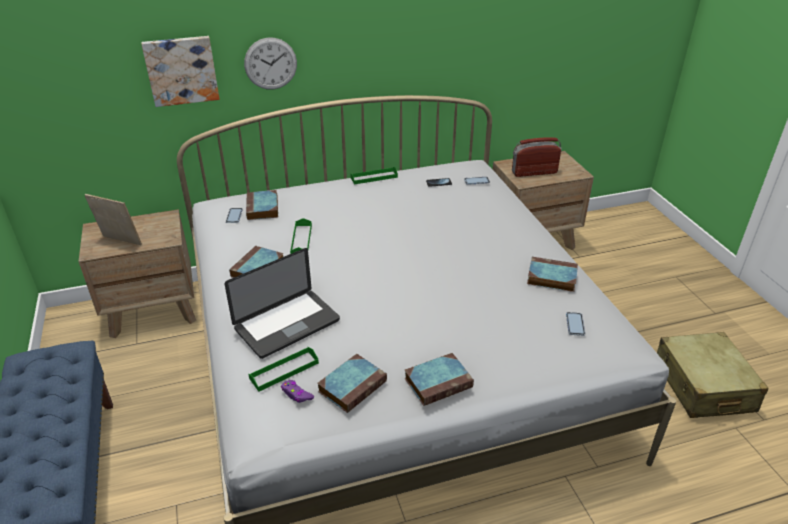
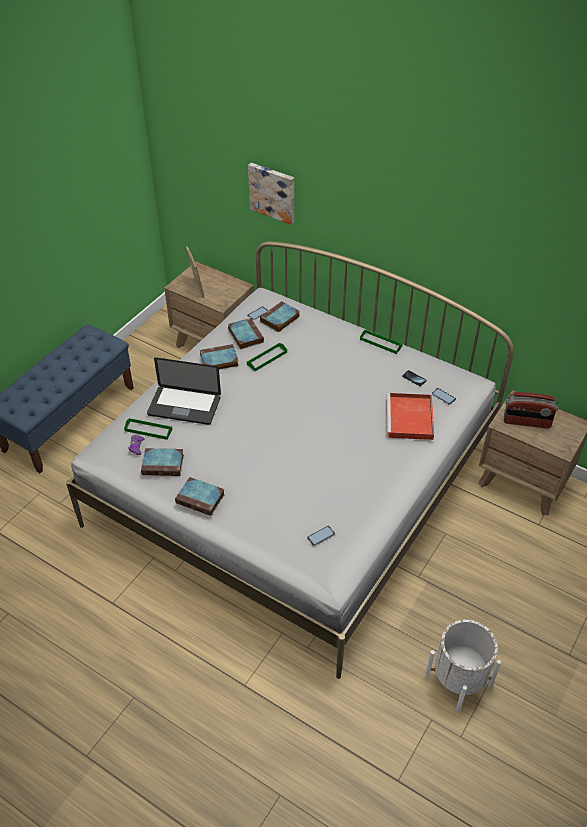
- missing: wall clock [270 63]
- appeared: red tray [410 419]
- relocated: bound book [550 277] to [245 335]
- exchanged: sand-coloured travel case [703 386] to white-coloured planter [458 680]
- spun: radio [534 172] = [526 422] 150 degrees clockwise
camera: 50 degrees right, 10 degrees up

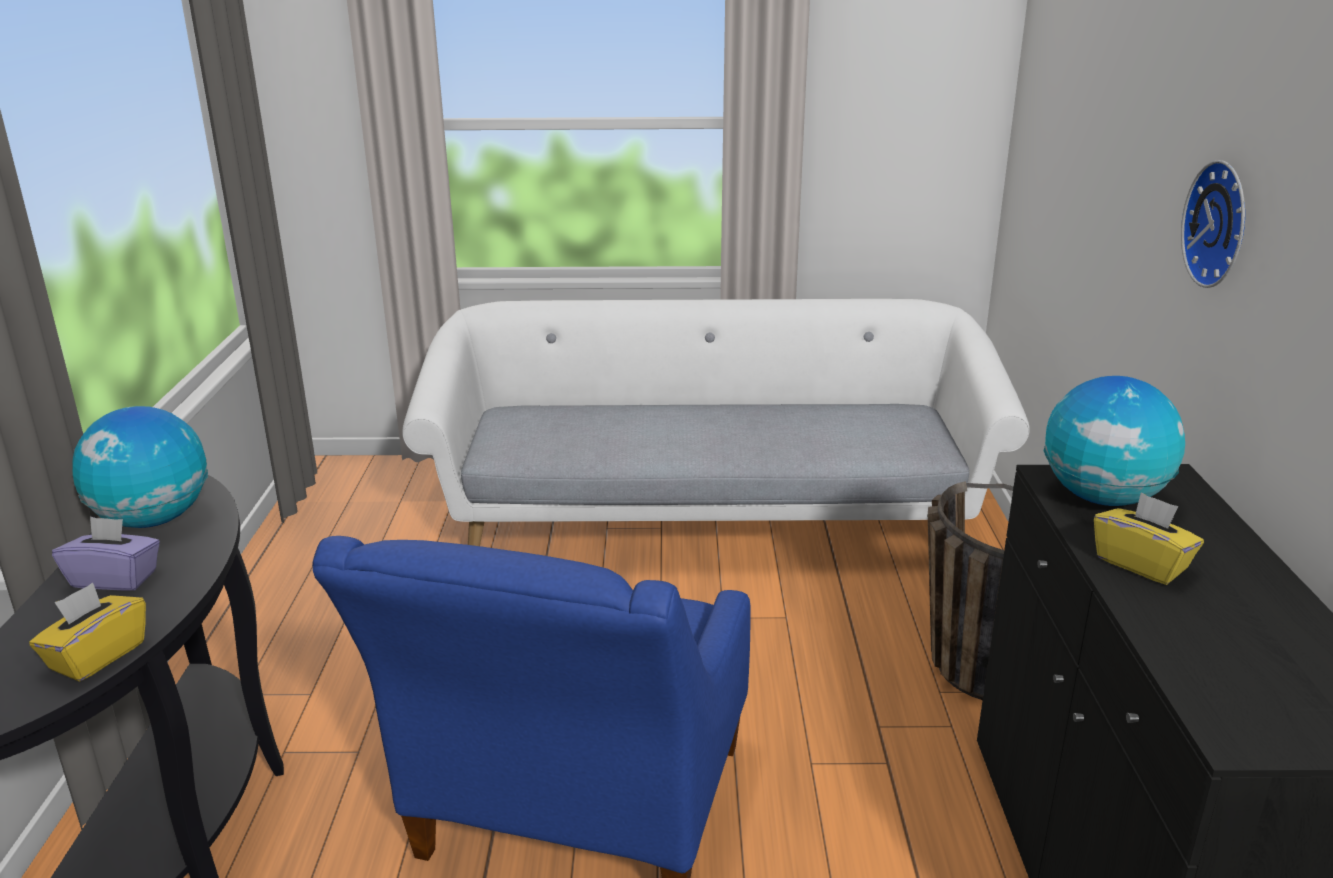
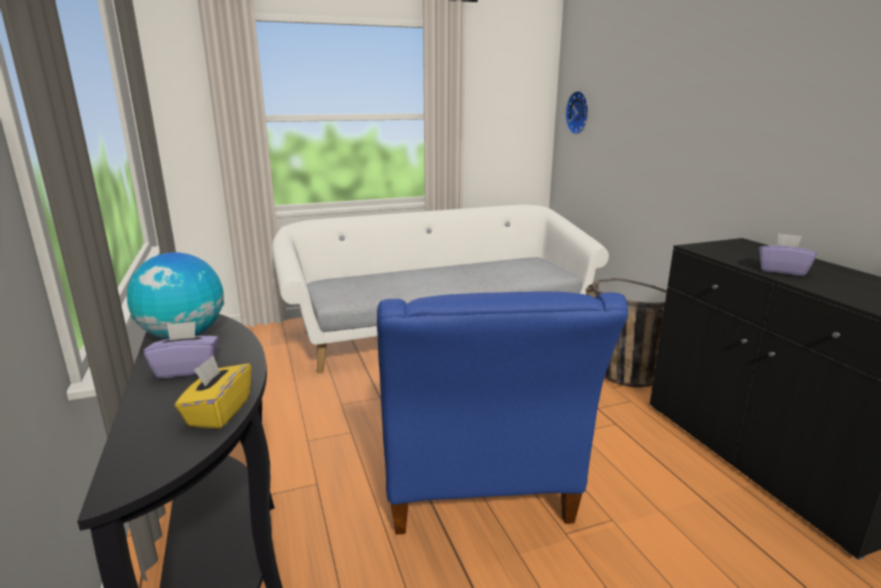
- missing: globe [1103 498]
- relocated: wall clock [1222 224] to [579 112]
- colour: yellowish box of tissues [1141 564] to purplish box of tissues [782 270]
camera: 20 degrees left, 5 degrees down

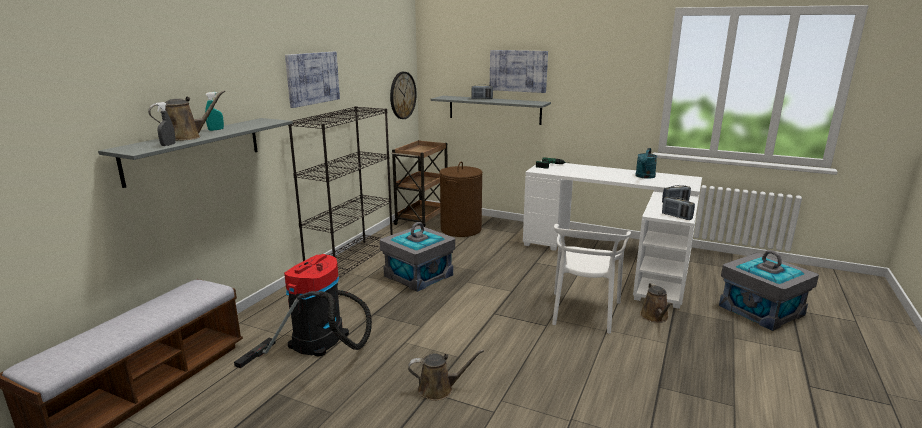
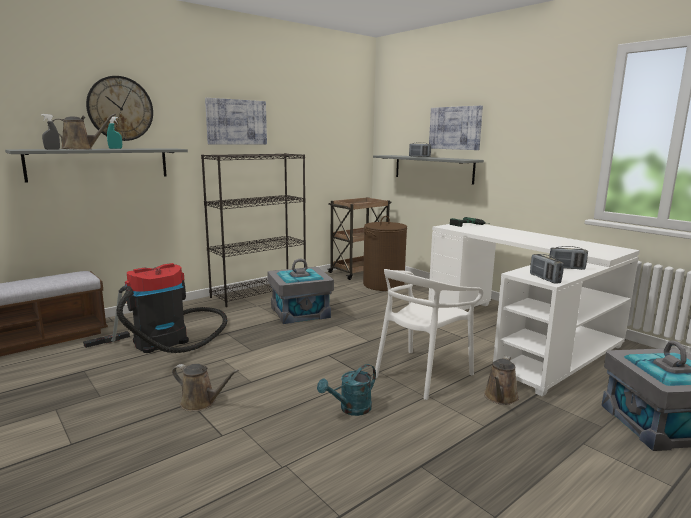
- relocated: wall clock [402 95] to [120 108]
- relocated: turquoise watering pot [644 177] to [351 409]
camera: 25 degrees right, 5 degrees down

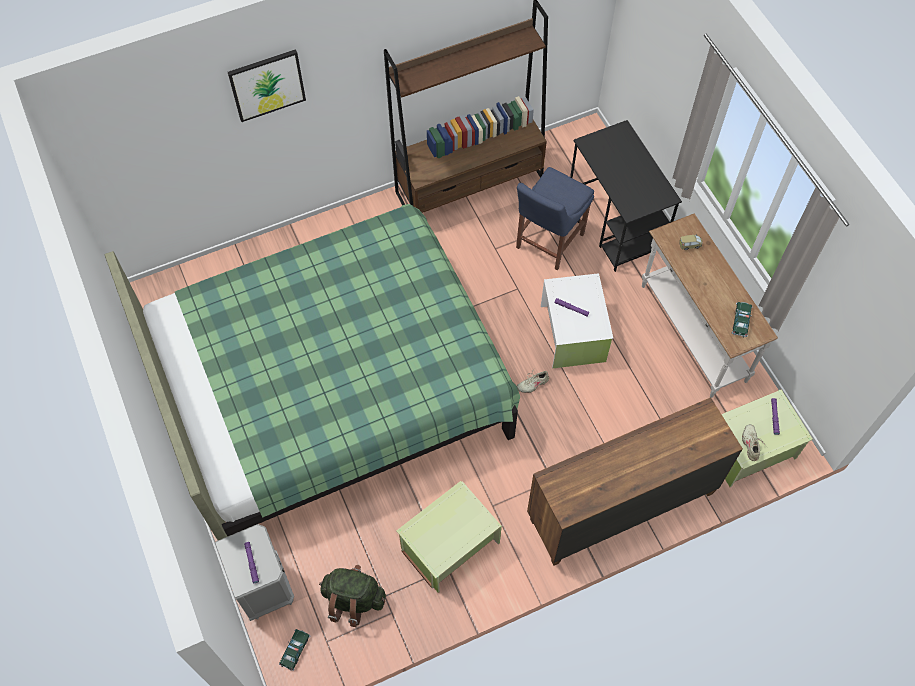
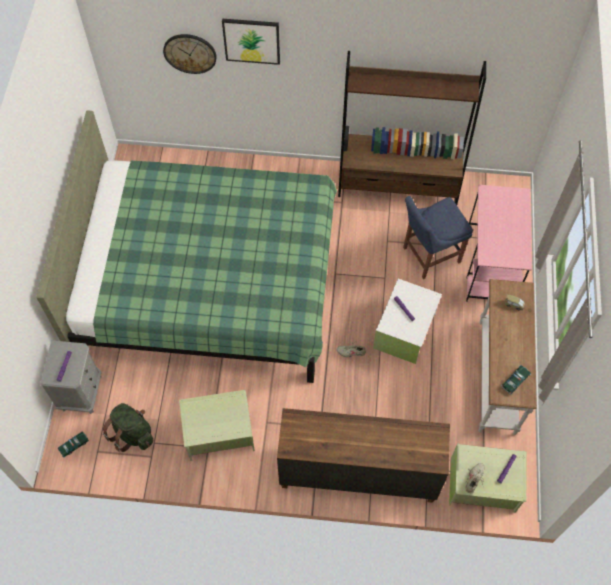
- appeared: wall clock [190 53]
- colour: blackish desk table [615 223] to pink-coloured desk table [490 266]
camera: 30 degrees right, 0 degrees up

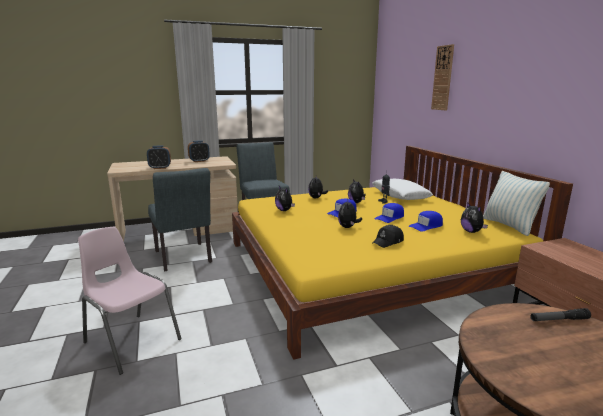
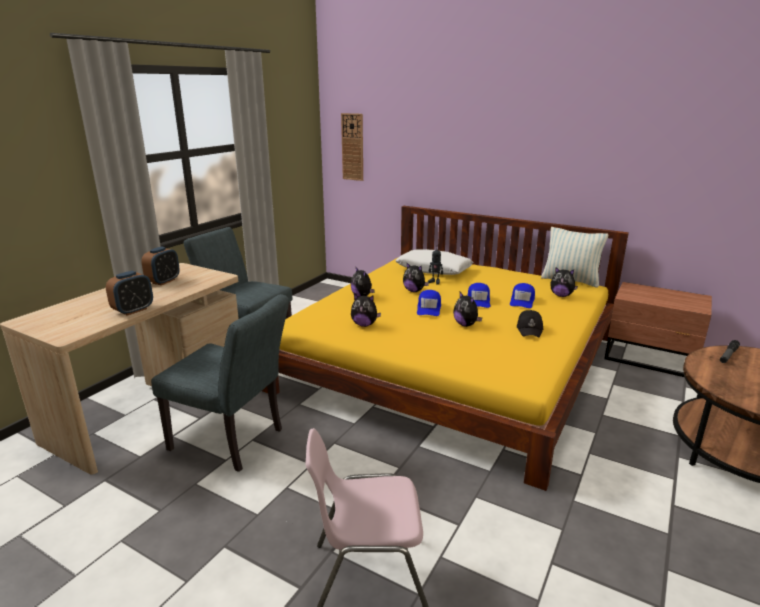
- relocated: wall clock [442 78] to [352 147]
camera: 40 degrees left, 5 degrees up

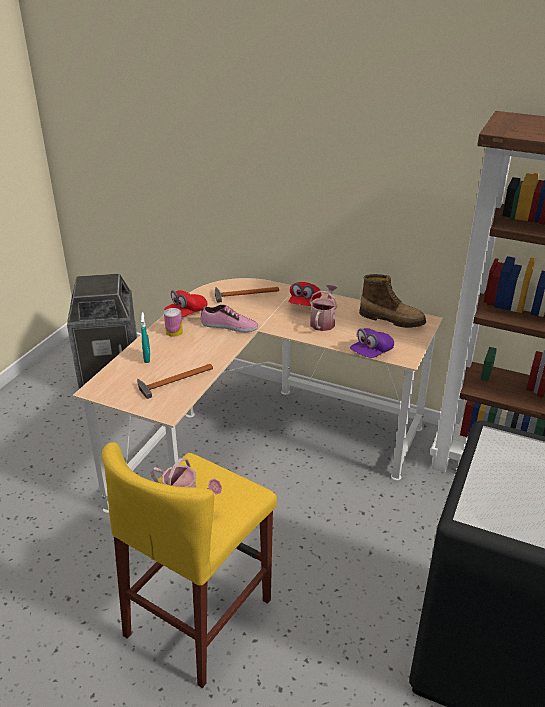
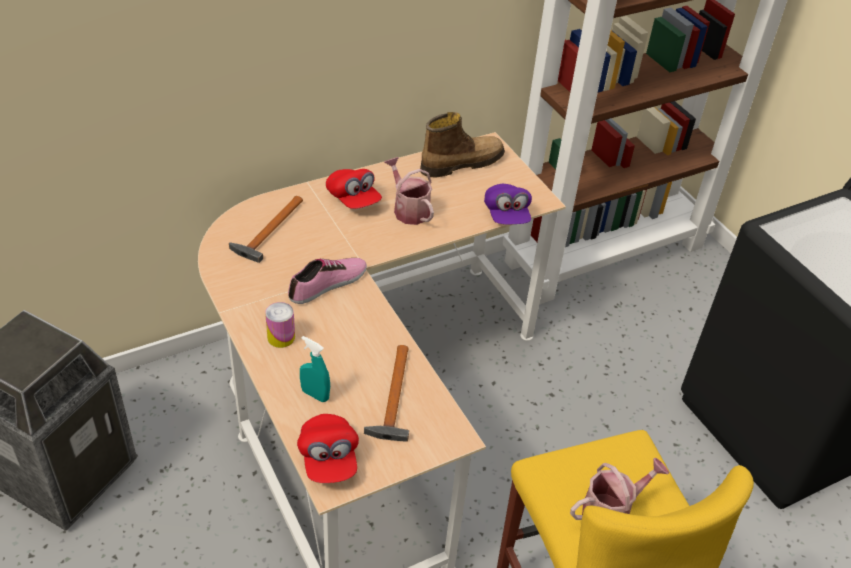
- relocated: red baseball cap [186 313] to [328 459]
camera: 55 degrees left, 10 degrees up

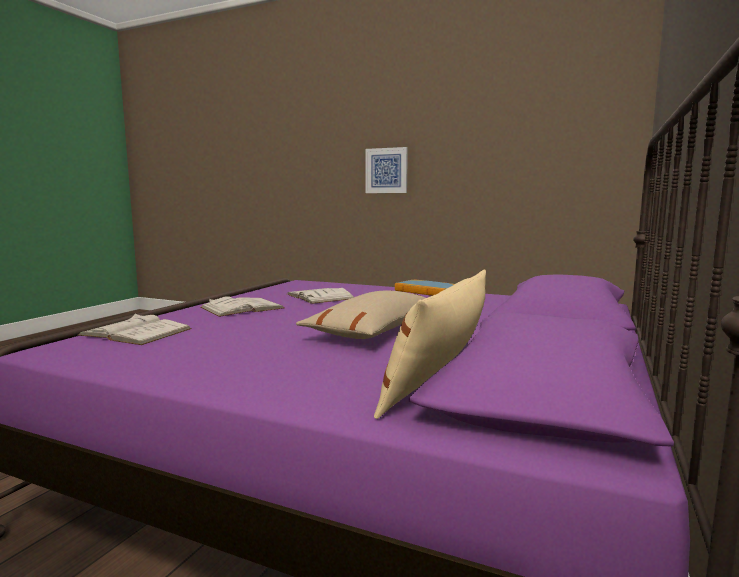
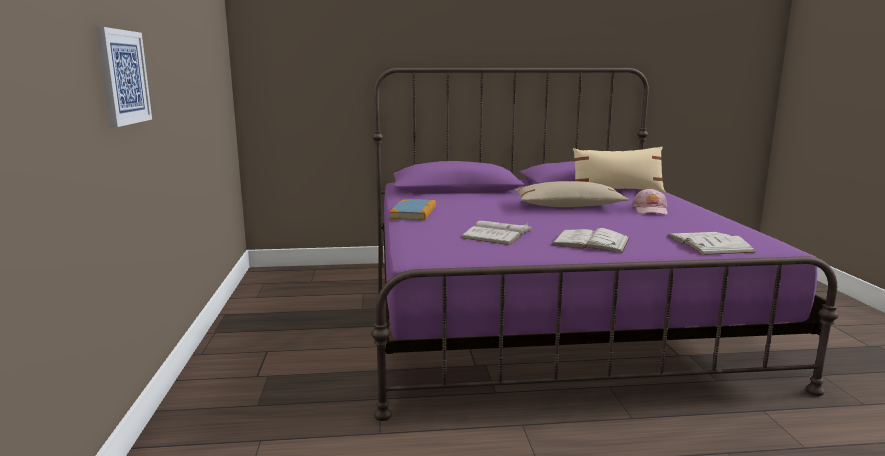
- appeared: pink-coloured baseball cap [650 210]
camera: 120 degrees left, 5 degrees up

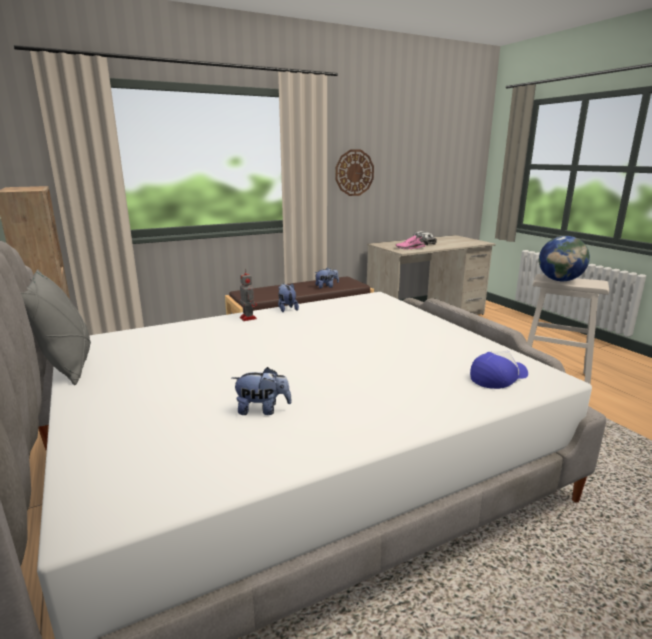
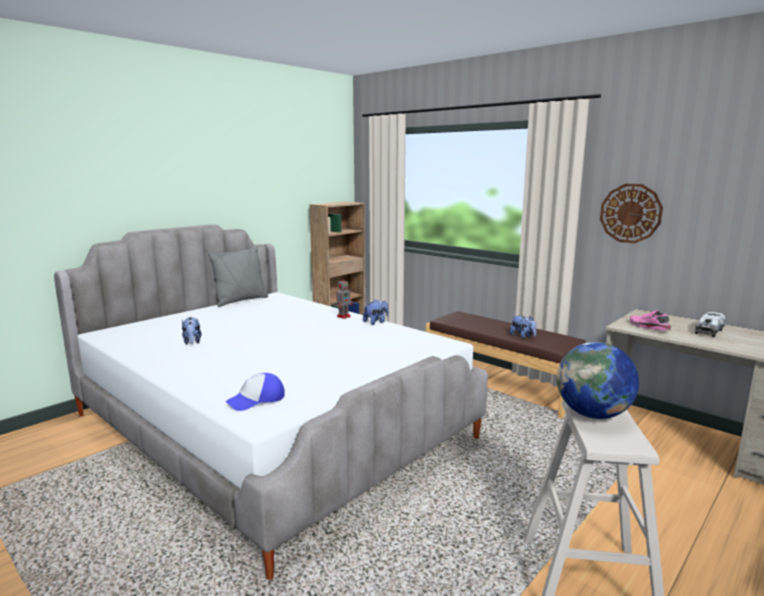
- spun: baseball cap [498 377] = [256 400] 105 degrees clockwise
camera: 70 degrees right, 5 degrees down

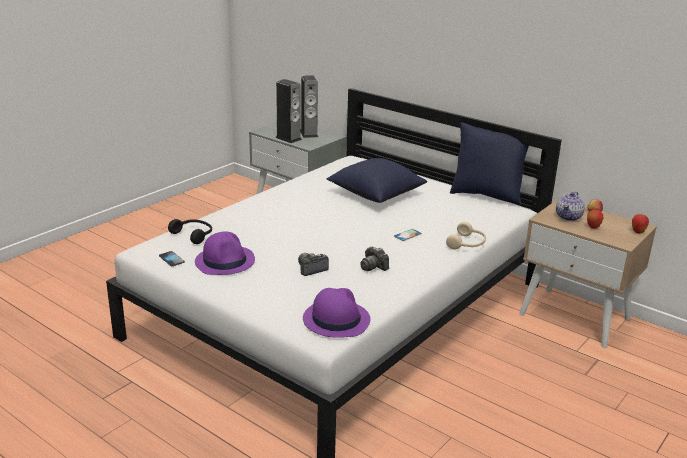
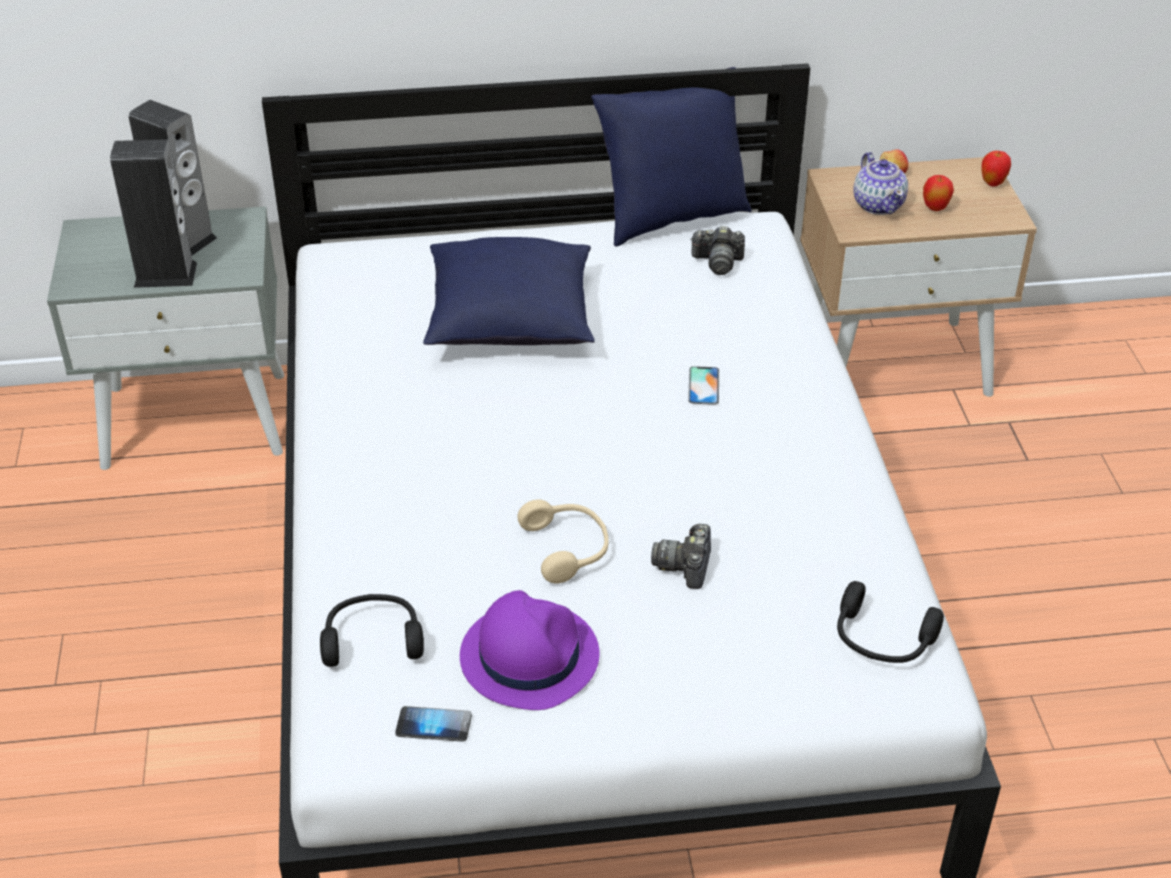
- relocated: photo camera [373 266] to [718 262]
- relocated: sand-coloured headphones [467 244] to [568 548]
- exchanged: purplish hat [336 319] to blackish headphones [881 640]
camera: 45 degrees left, 15 degrees up

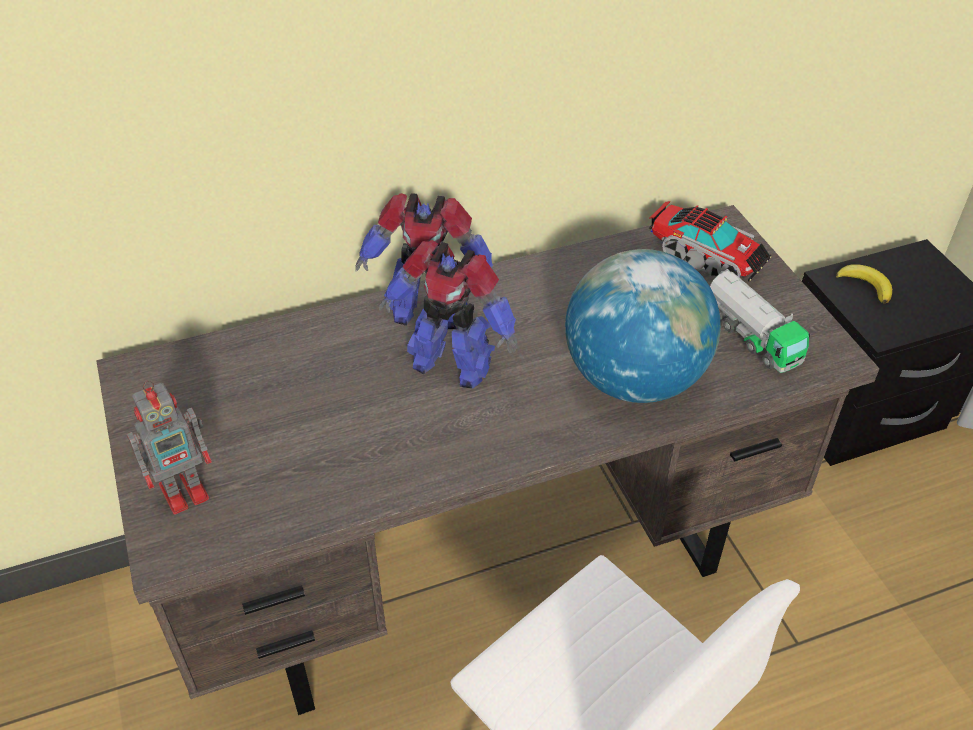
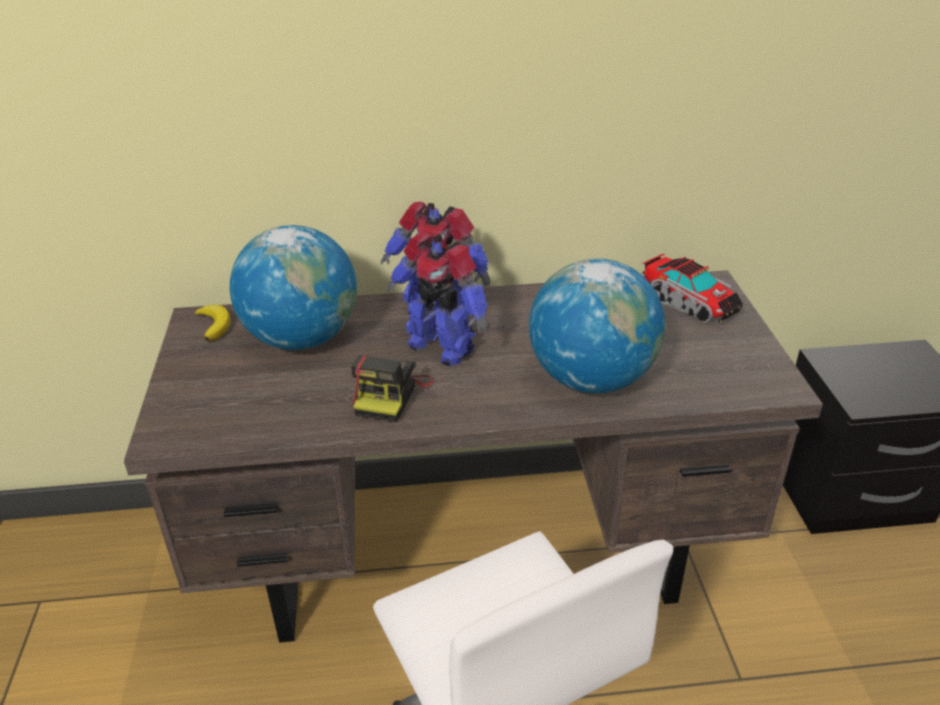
- missing: robot figure [186 490]
- missing: toy truck [751 336]
- appeared: globe [302 338]
- appeared: photo camera [391 395]
- relocated: banana [866 285] to [214 325]
camera: 15 degrees right, 10 degrees down

